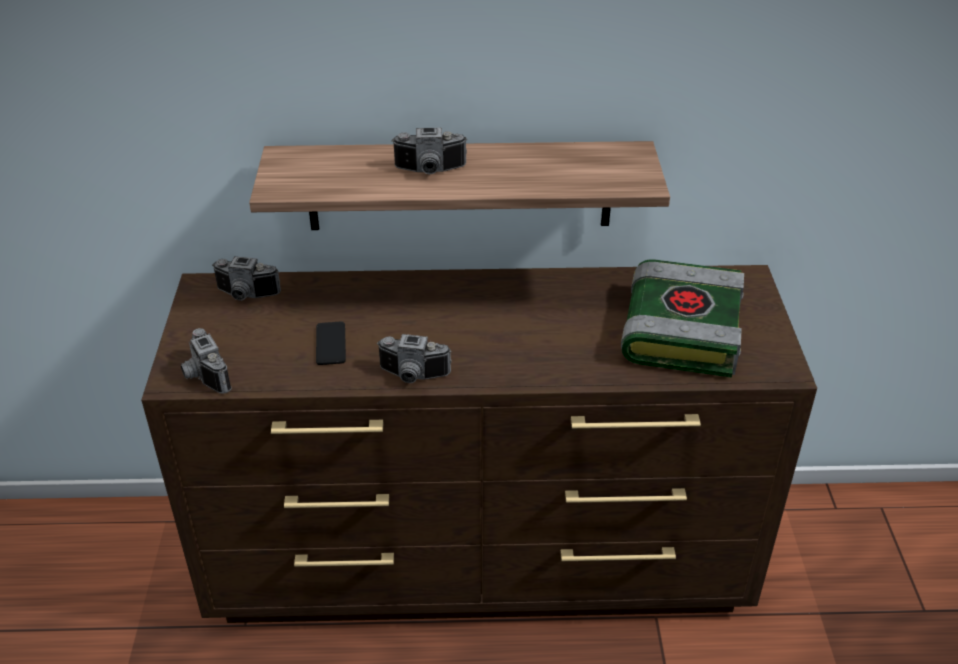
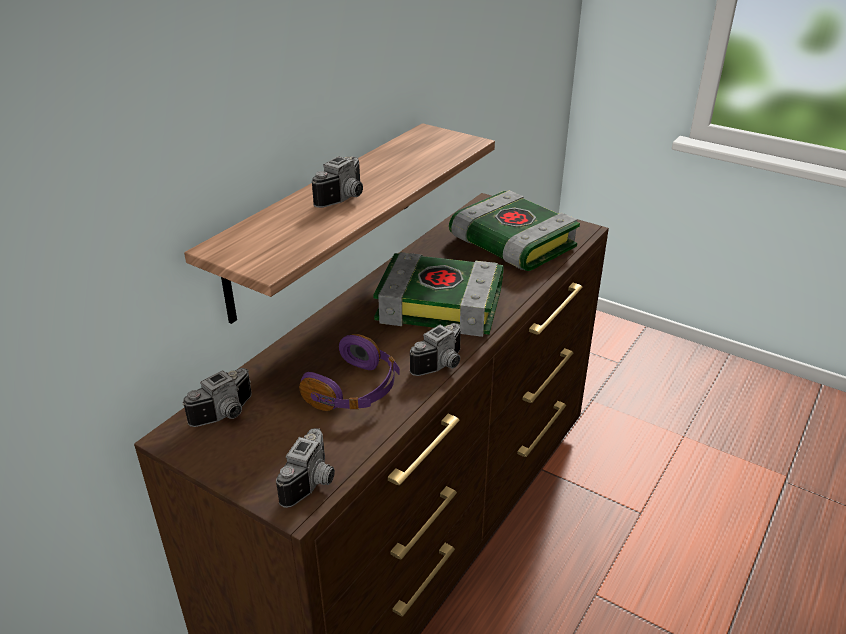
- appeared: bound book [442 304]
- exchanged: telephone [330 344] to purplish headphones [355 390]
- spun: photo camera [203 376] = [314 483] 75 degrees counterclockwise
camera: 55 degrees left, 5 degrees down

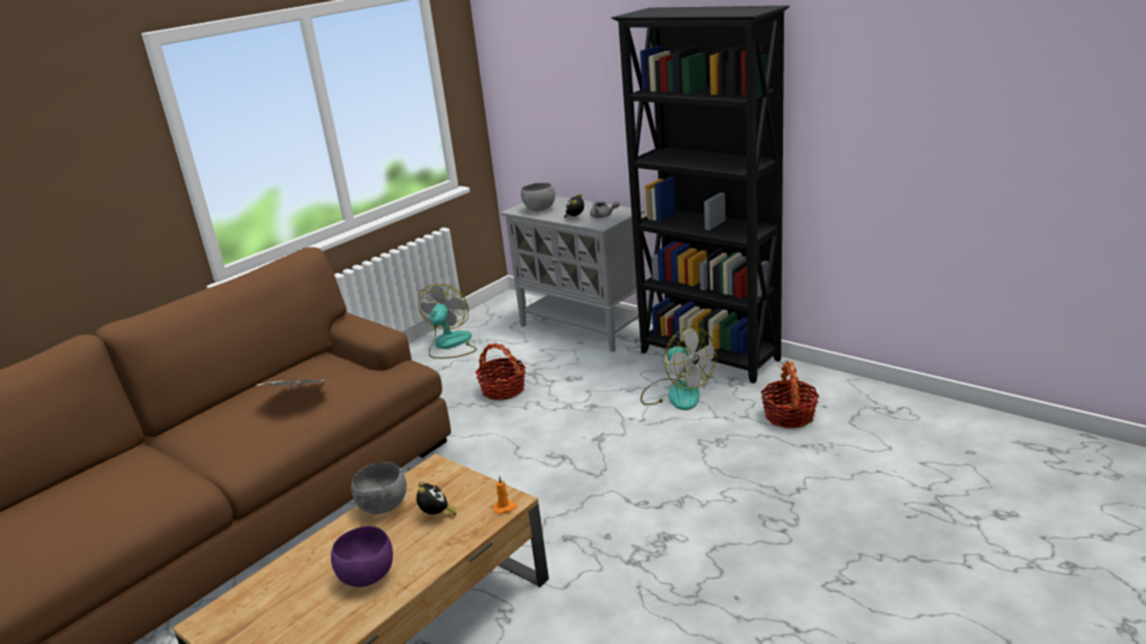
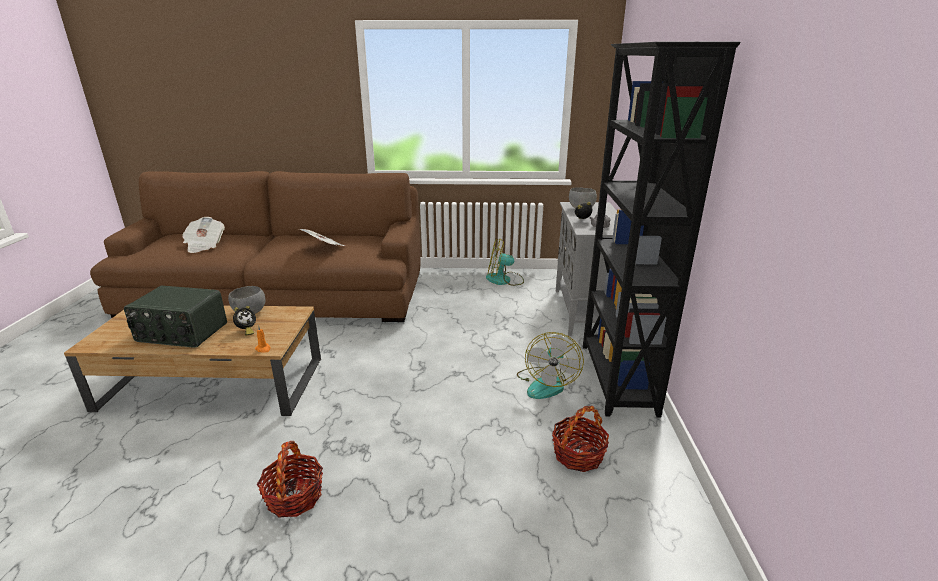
- appeared: newspaper [204 245]
- relocated: basket [503 390] to [294 497]
- exchanged: purplish serving bowl [367 576] to radio [181 333]
- spun: fan [449 345] = [504 280] 150 degrees counterclockwise
camera: 50 degrees right, 0 degrees up

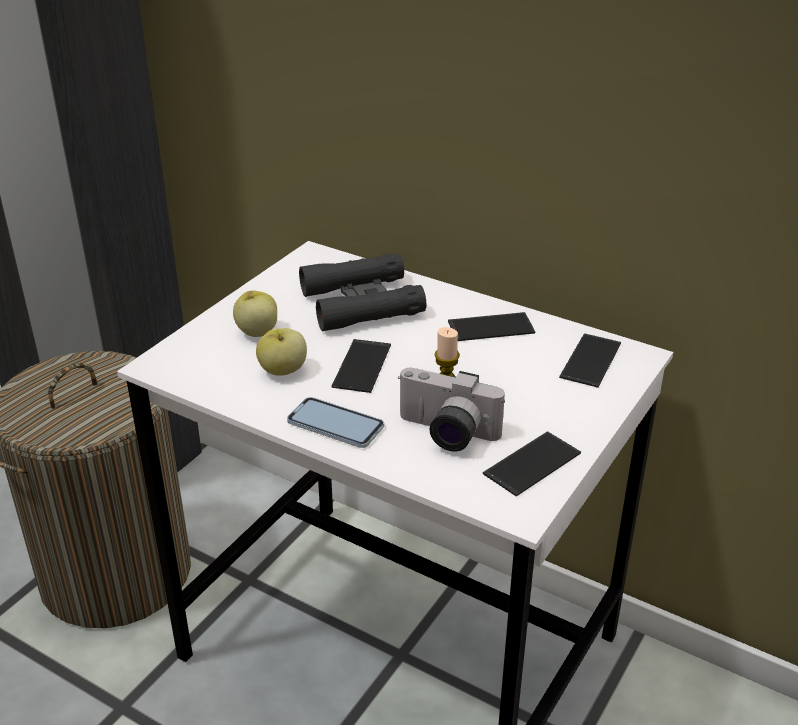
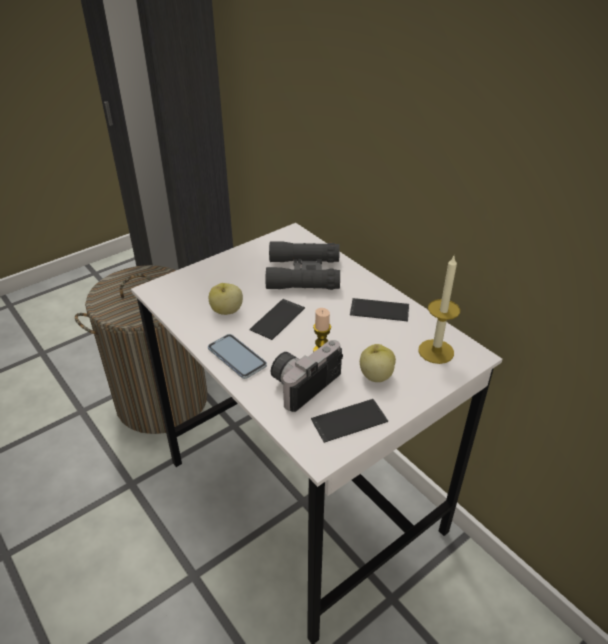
- relocated: apple [257 332] to [375 376]
- exchanged: telephone [590 360] to wax light [436 351]
- spun: photo camera [445 434] = [303 382] 90 degrees clockwise
camera: 20 degrees right, 5 degrees up

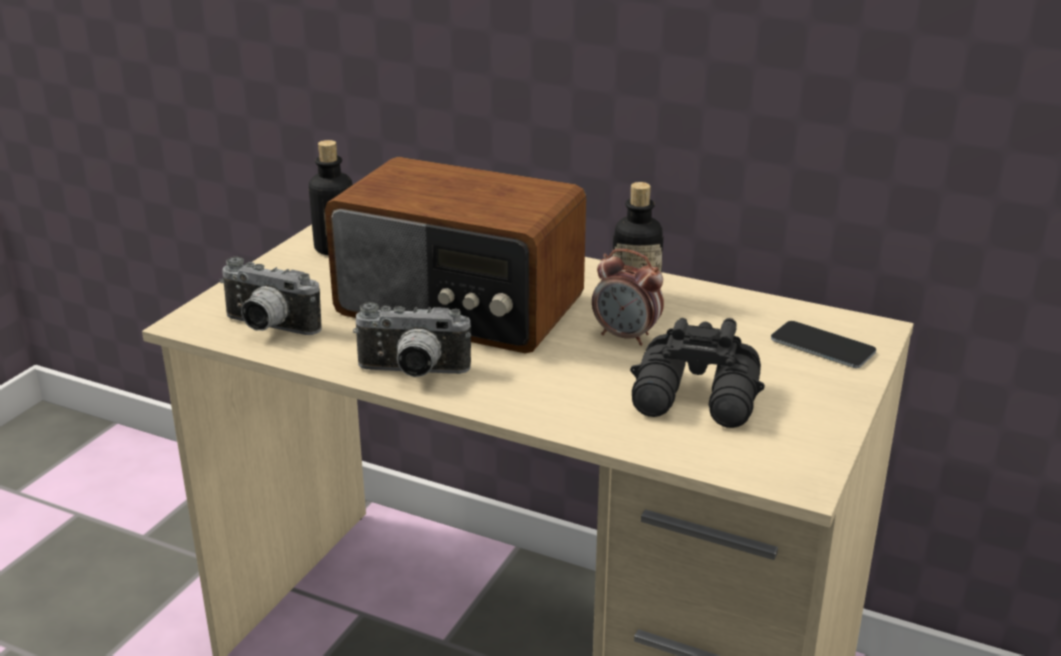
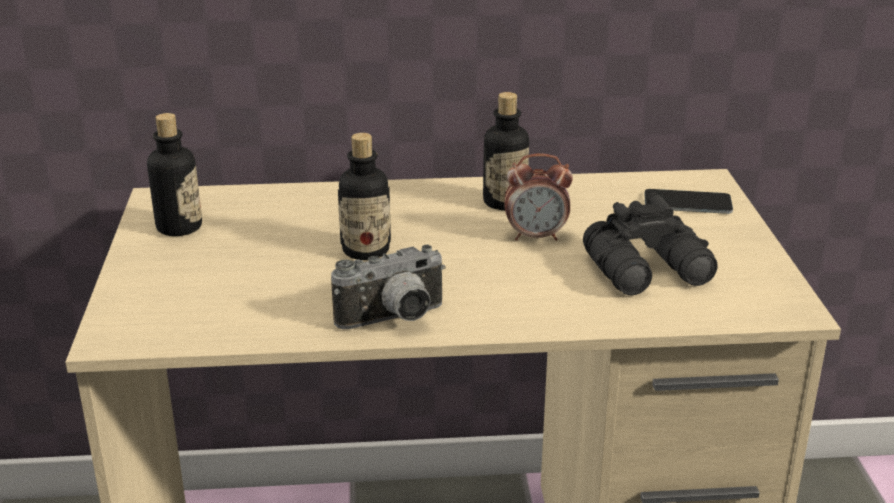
- missing: photo camera [267 328]
- exchanged: radio [459 307] to bottle [366 250]
camera: 30 degrees left, 0 degrees up

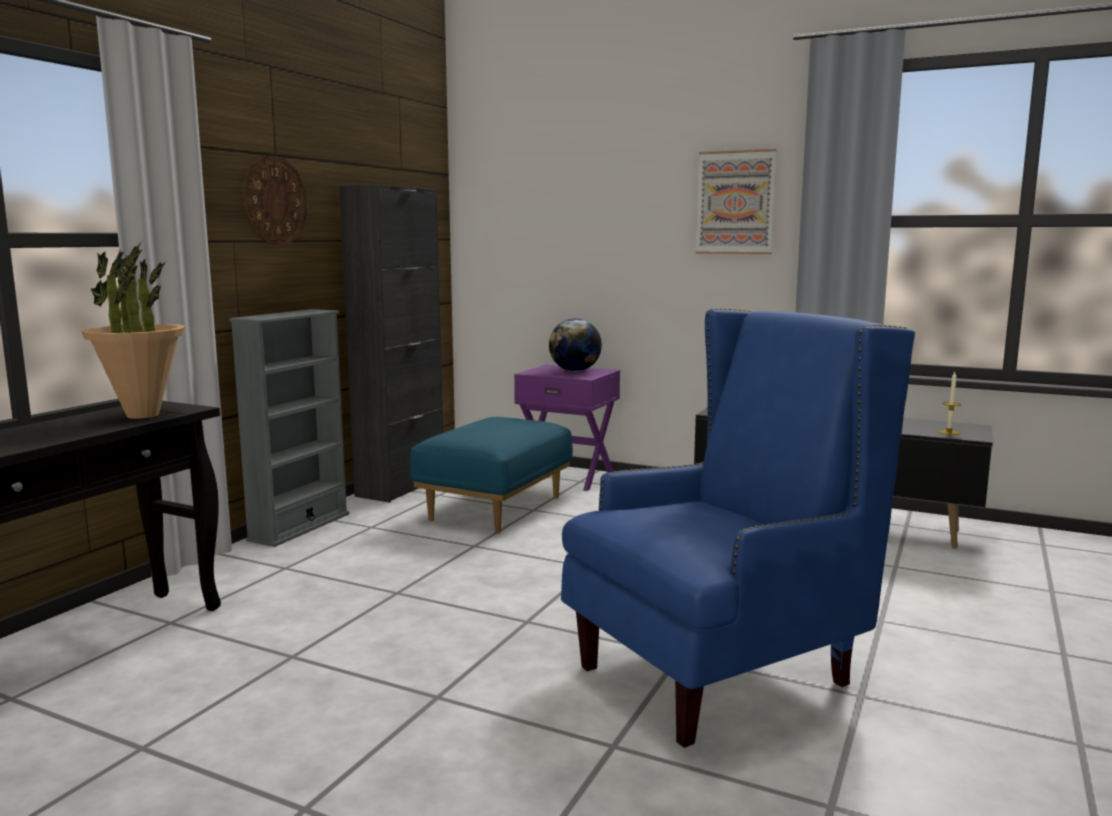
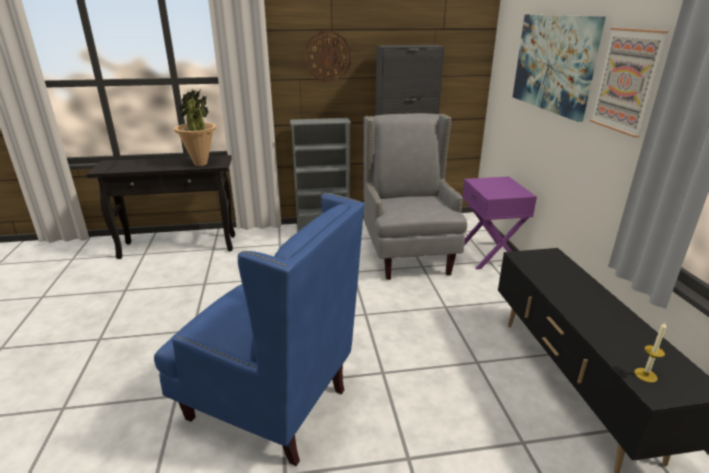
- missing: globe [575 371]
- appeared: wall picture [553 63]
- exchanged: blue ottoman [495 508] to gray lounge chair [408 256]
camera: 55 degrees right, 15 degrees up

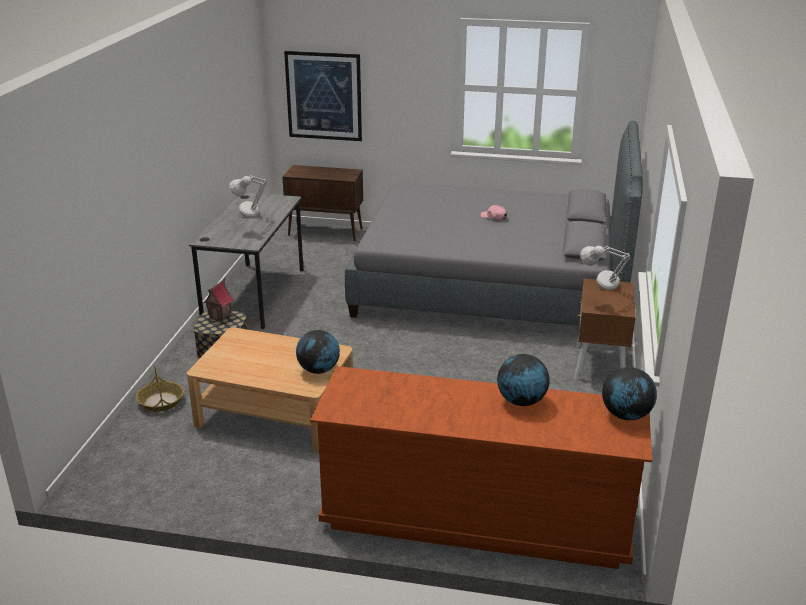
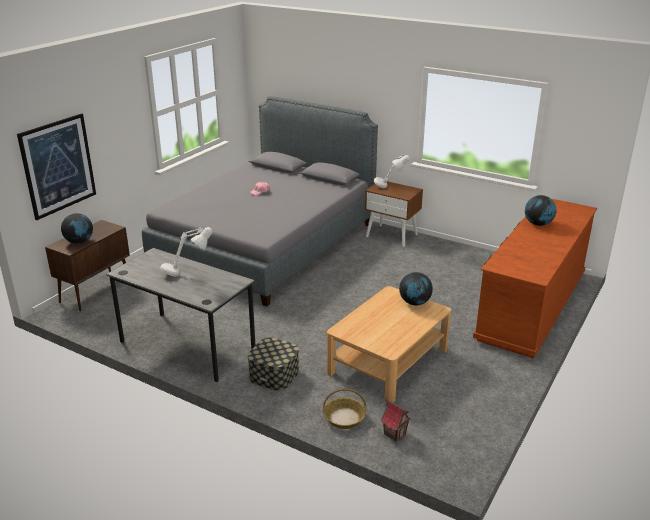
- relocated: miniature house [220 316] to [395 434]
- relocated: globe [626 415] to [79 242]
camera: 70 degrees left, 0 degrees up

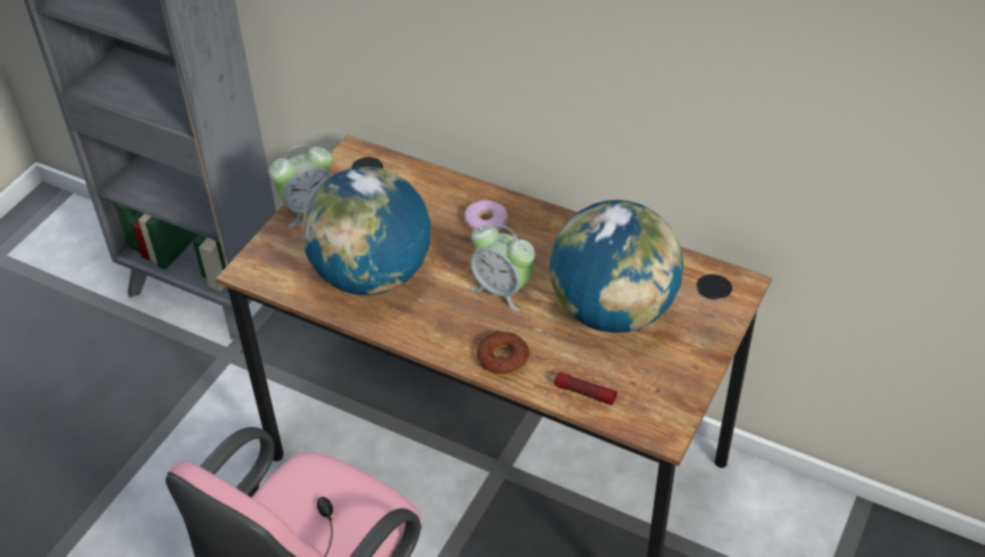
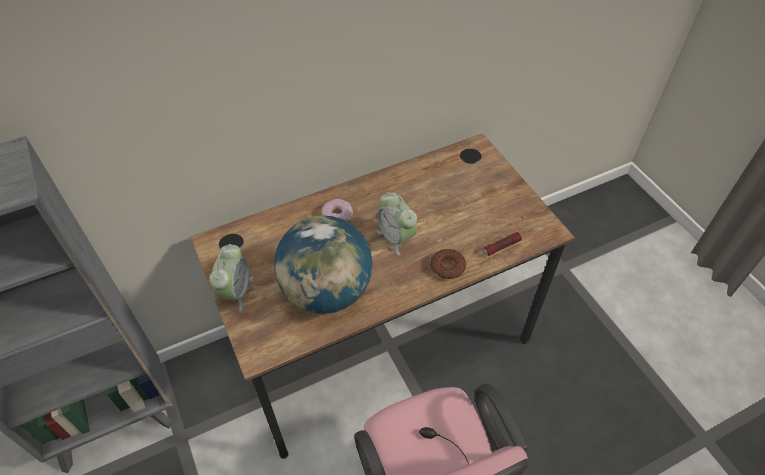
- missing: globe [613 311]
- spun: alarm clock [502 289] = [396 238] 75 degrees clockwise
camera: 55 degrees left, 5 degrees up

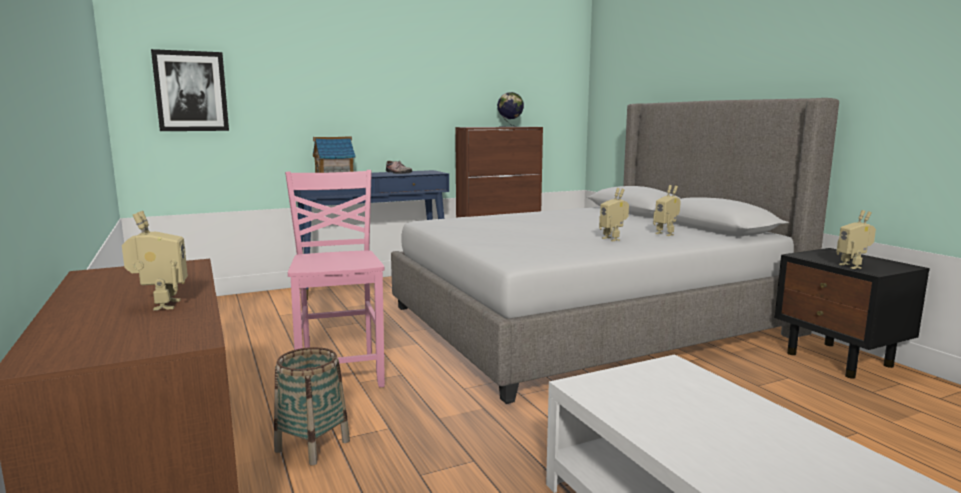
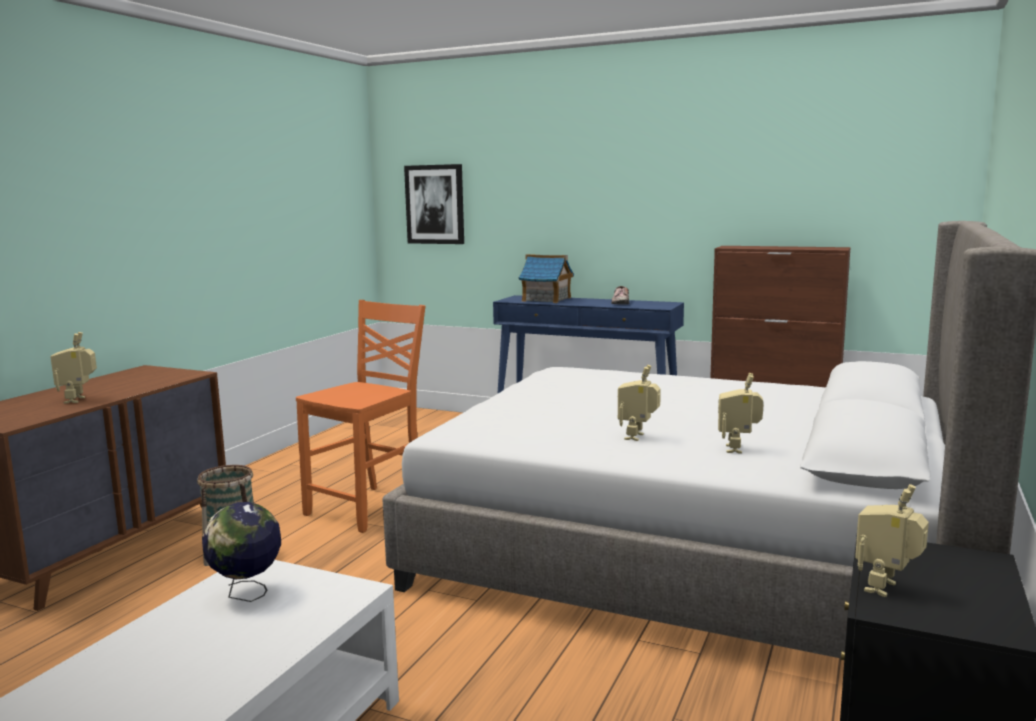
- relocated: globe [510 126] to [247 594]
- colour: pink-coloured chair [341 371] to orange-coloured chair [369 508]
- spun: robot figure [160 305] = [79 400] 135 degrees clockwise
camera: 50 degrees right, 0 degrees up

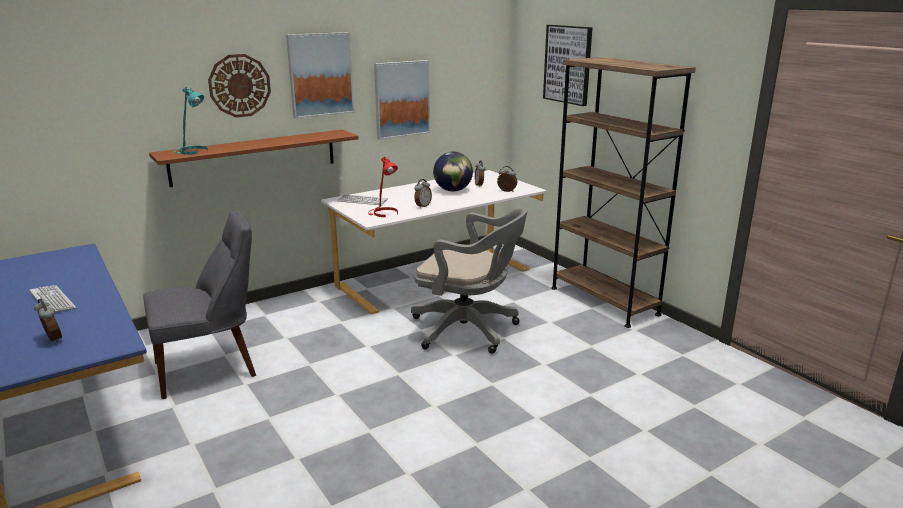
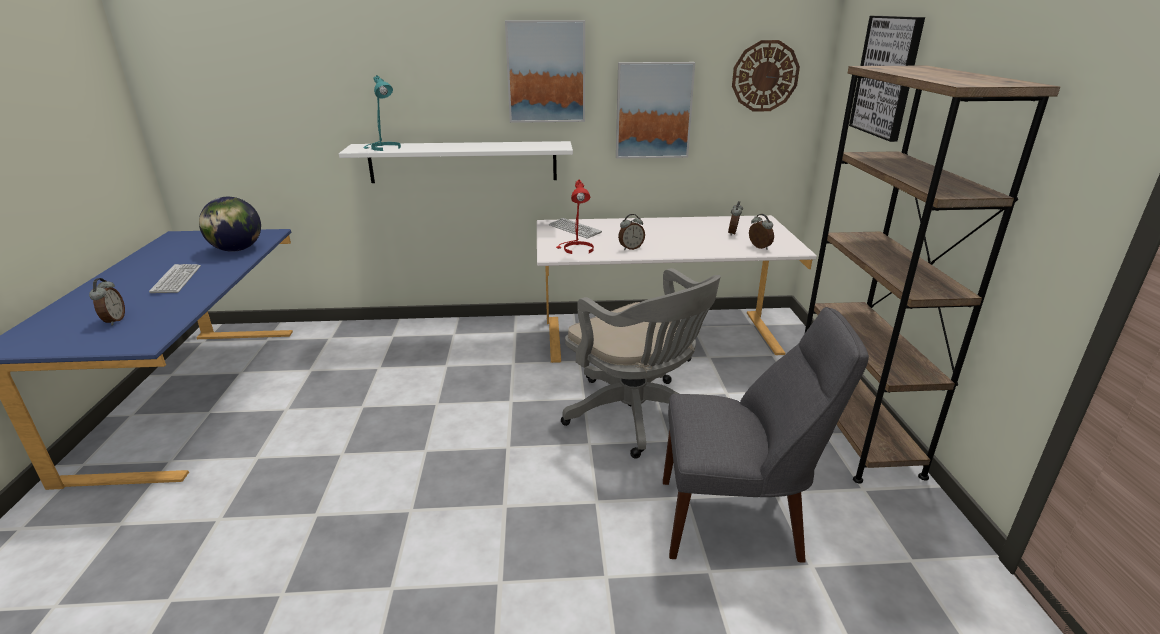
- relocated: gray chair [211 368] to [736 520]
- relocated: wall clock [239 85] to [765 76]
- relocated: globe [453 190] to [237 249]
- colour: brown-coloured wall shelf [254 157] to white-coloured wall shelf [463 162]
camera: 30 degrees right, 5 degrees up

